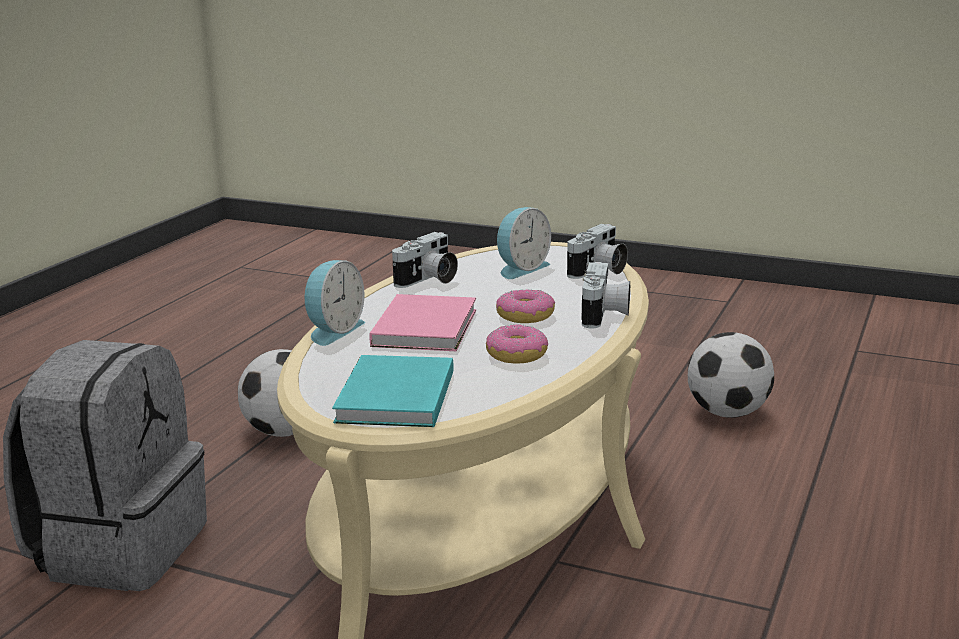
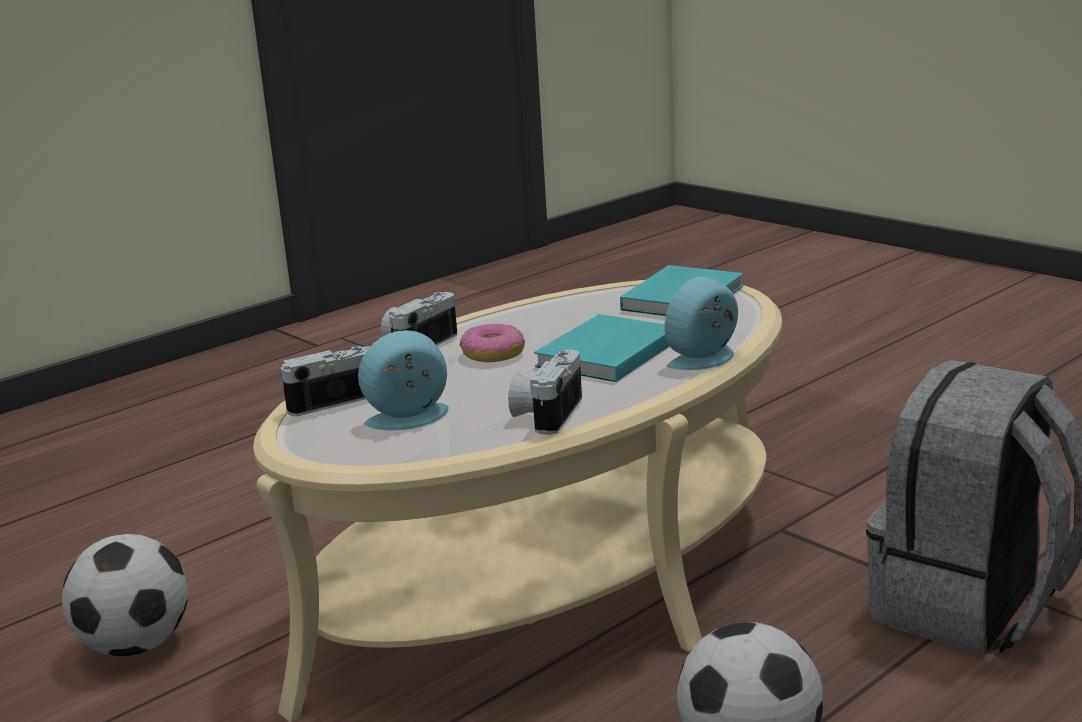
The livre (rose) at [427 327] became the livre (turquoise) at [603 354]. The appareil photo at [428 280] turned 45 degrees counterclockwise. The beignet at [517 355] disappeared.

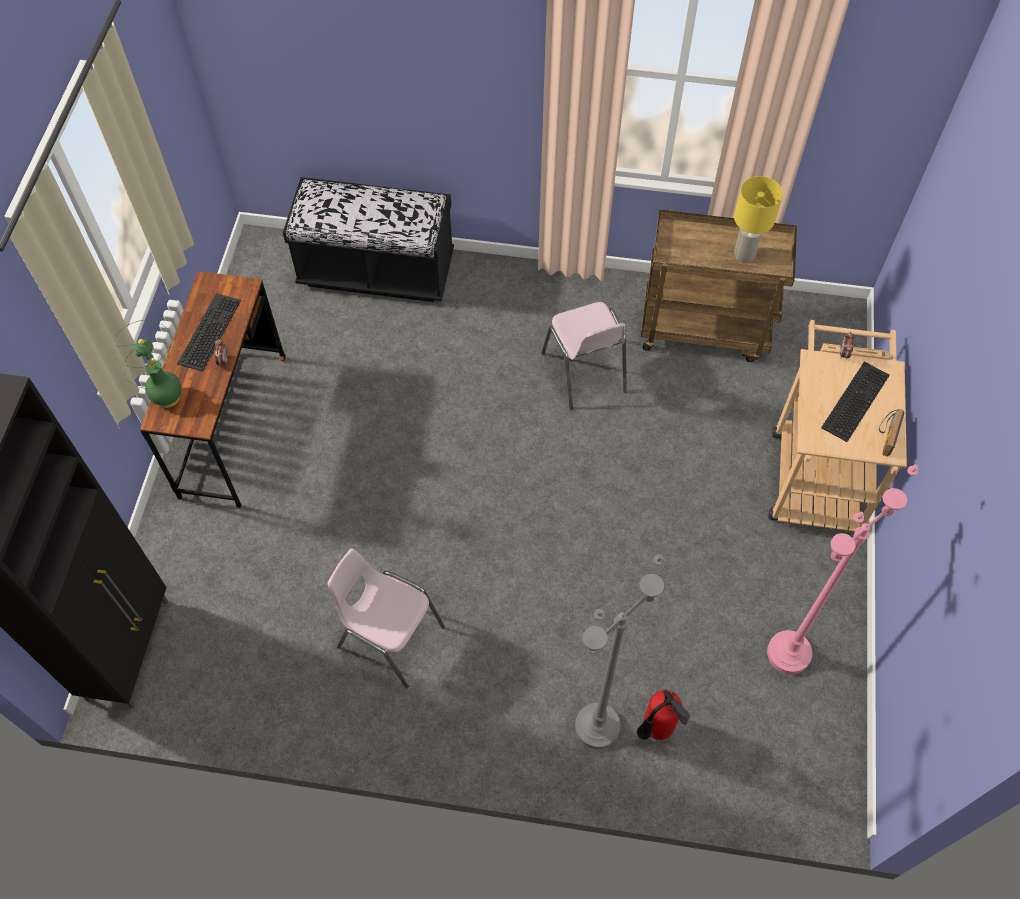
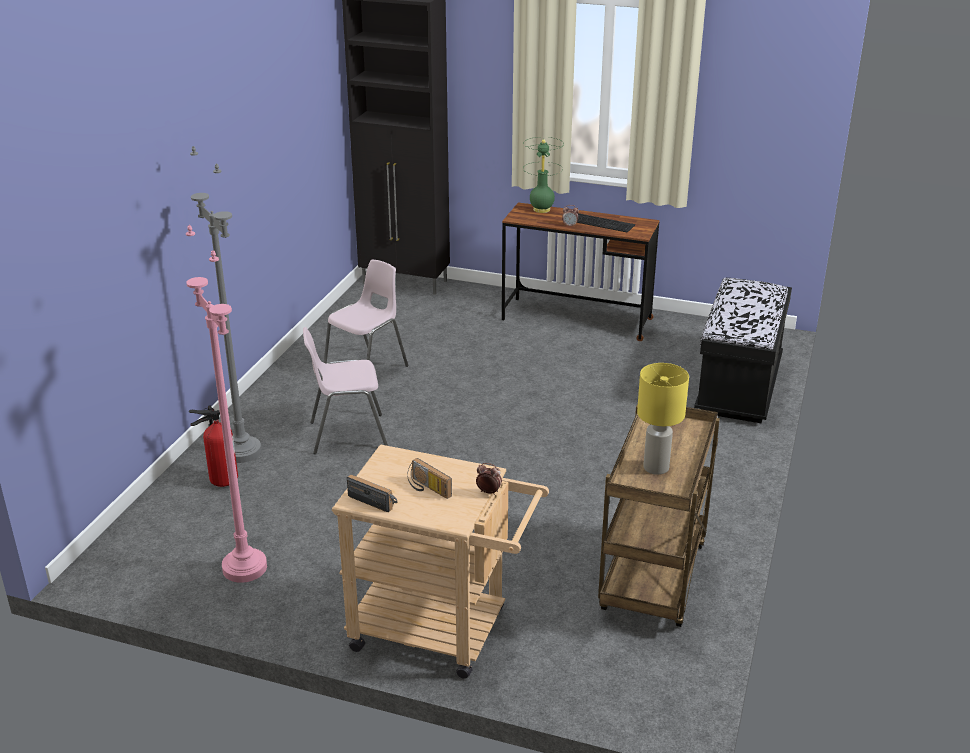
The chaise (rose) moved from [584 373] to [347 434]. The clavier at [854 399] was replaced by the radio at [427 488].

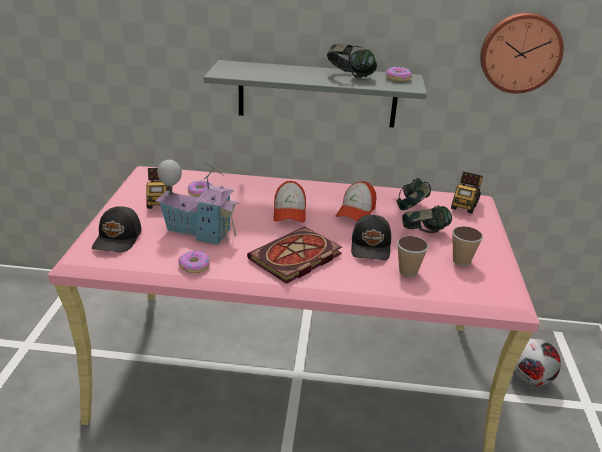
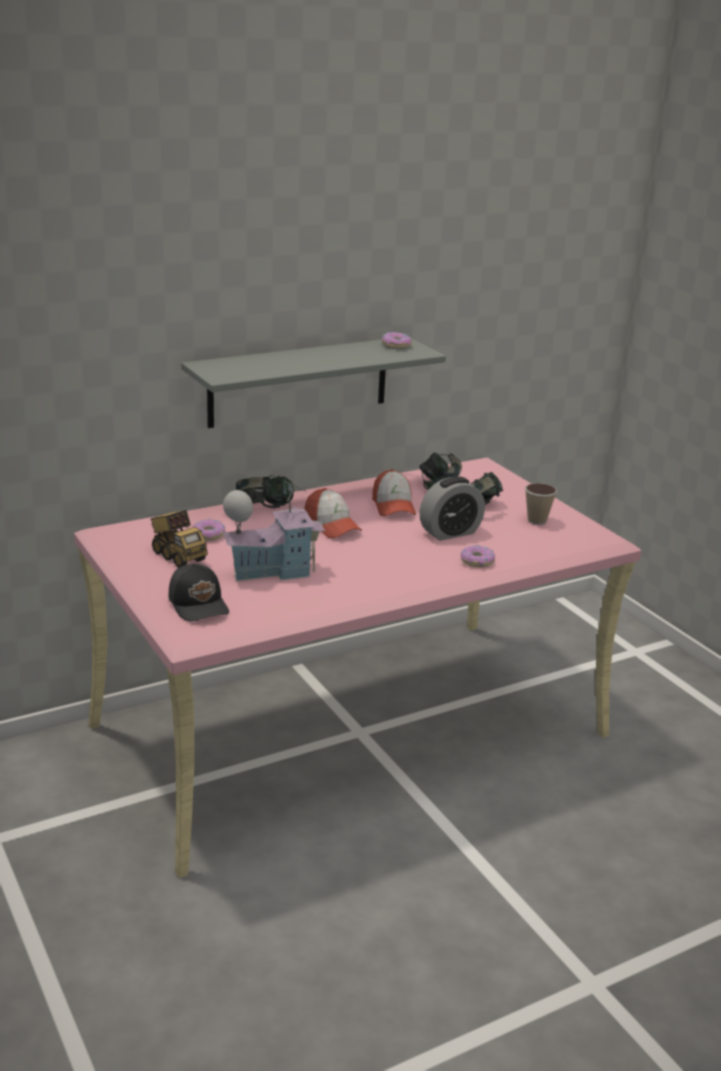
The beignet moved from [194 266] to [477 561]. The livre at [295 258] disappeared. The casque audio moved from [350 76] to [264 508]. The casquette (noir) at [371 246] was replaced by the réveil at [450 532]. The tasse at [408 272] disappeared. The camion jouet at [465 204] disappeared. The horloge murale at [520 52] disappeared. The ballon de foot at [529 380] disappeared.

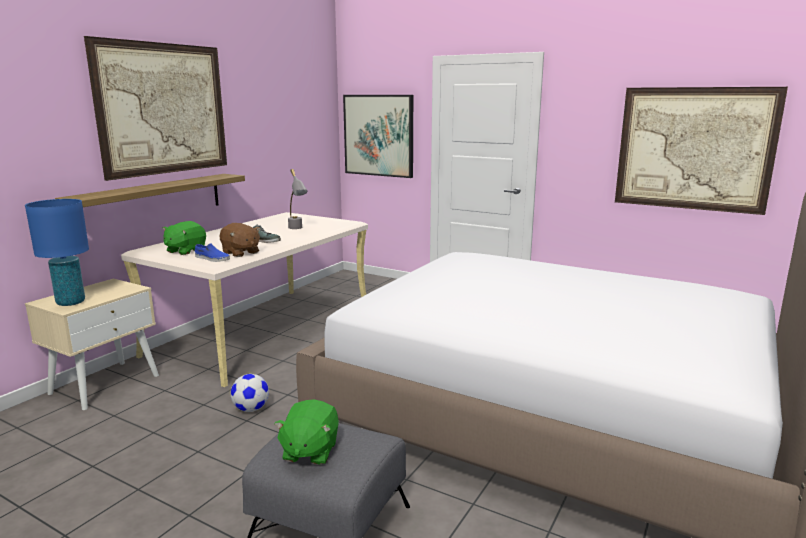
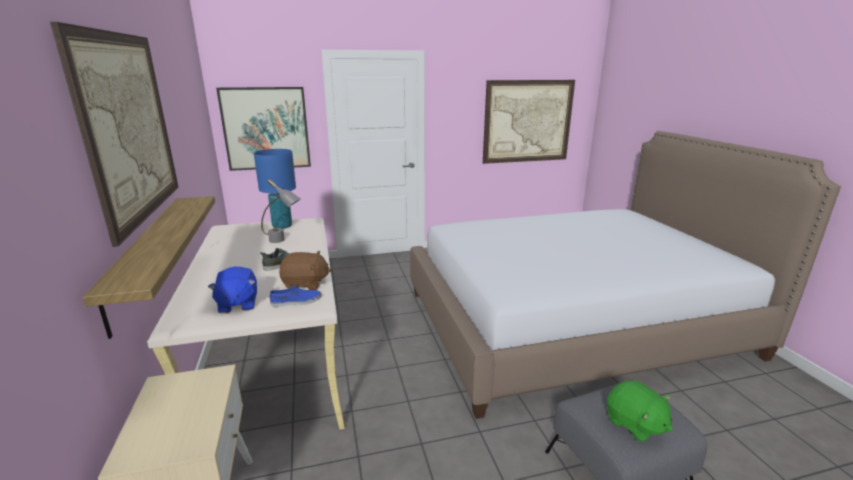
The lampe de table (bleu) moved from [71 302] to [282 226]. The peluche (vert) at [185 251] became the peluche (bleu) at [237 304]. The ballon de foot at [251 409] disappeared.

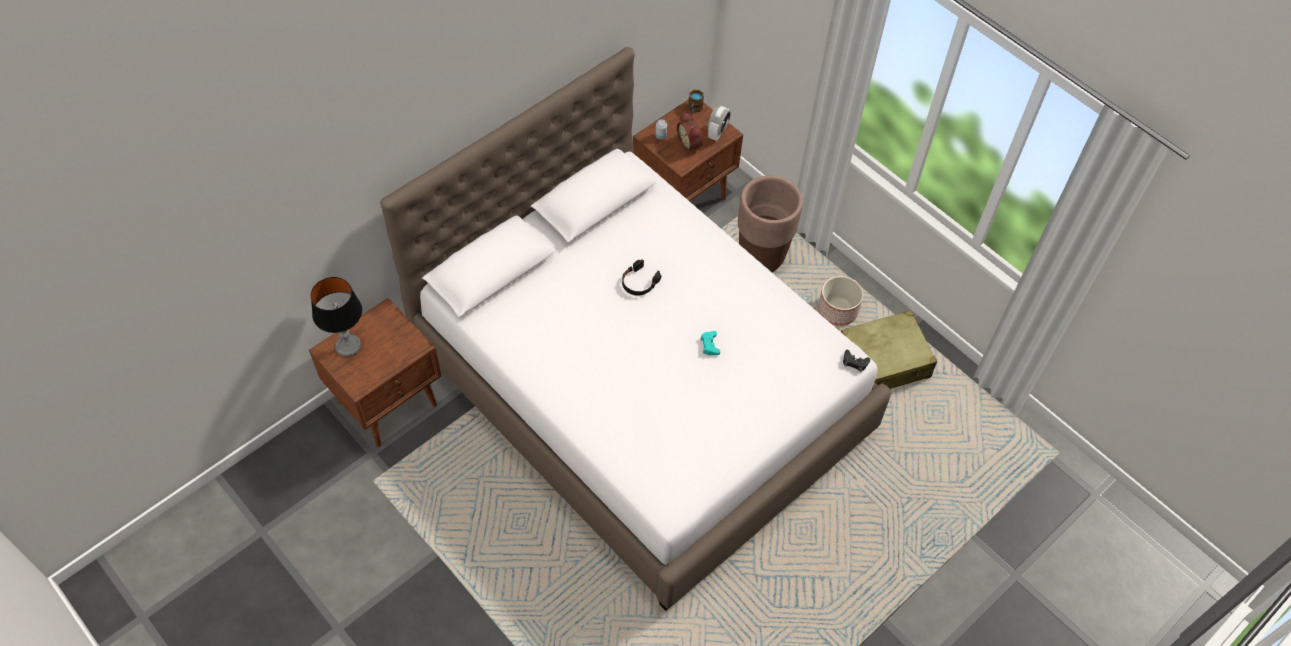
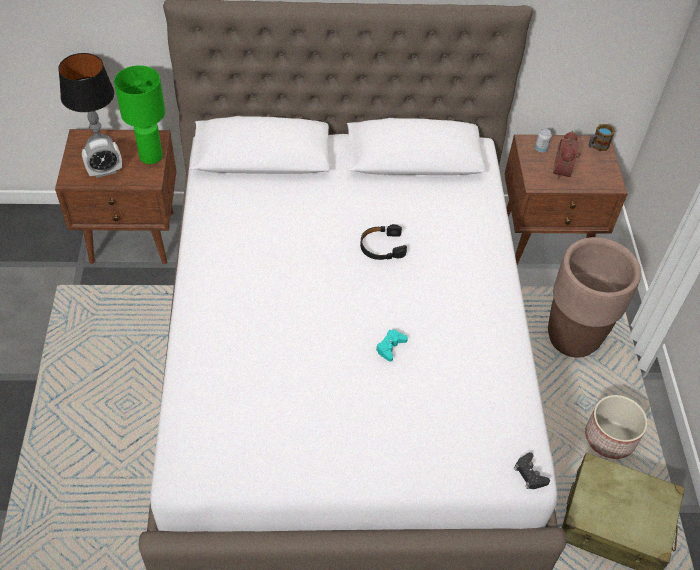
The réveil moved from [717 133] to [105 171]. The lampe de table (vert) at [151 157] appeared.

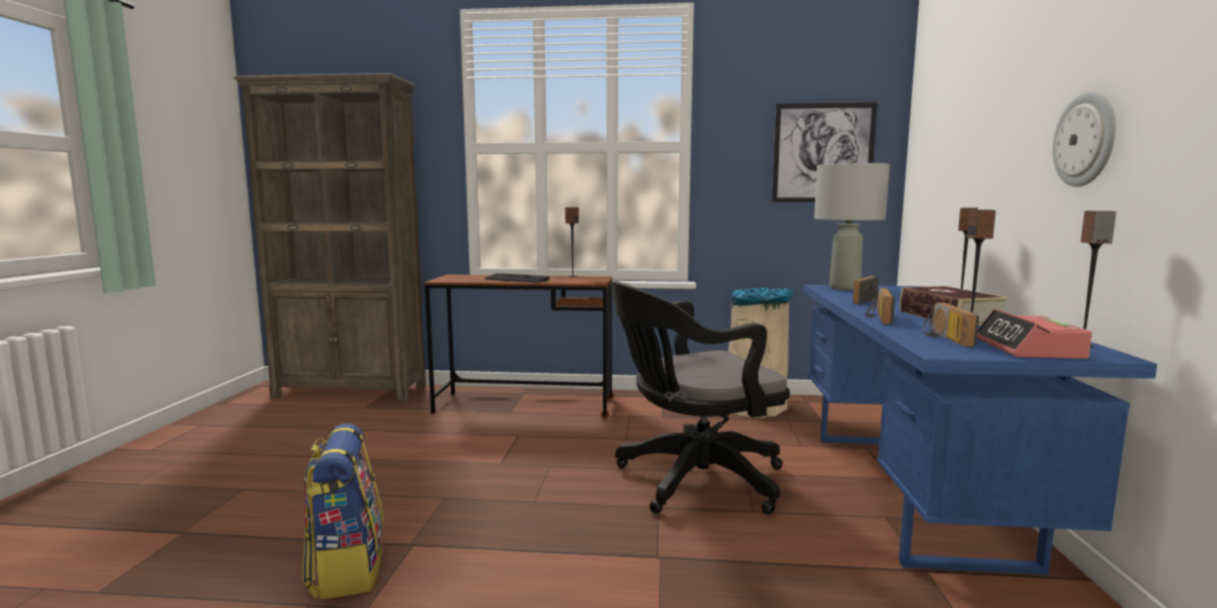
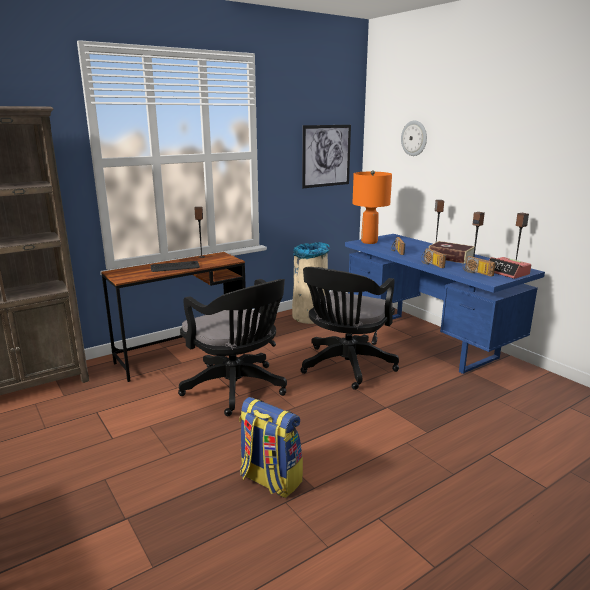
The lampe de table (gris) at [845 288] became the lampe de table (orange) at [369 242]. The horloge murale moved from [1085 140] to [414 138]. The chaise de bureau (noir) at [237 389] appeared.

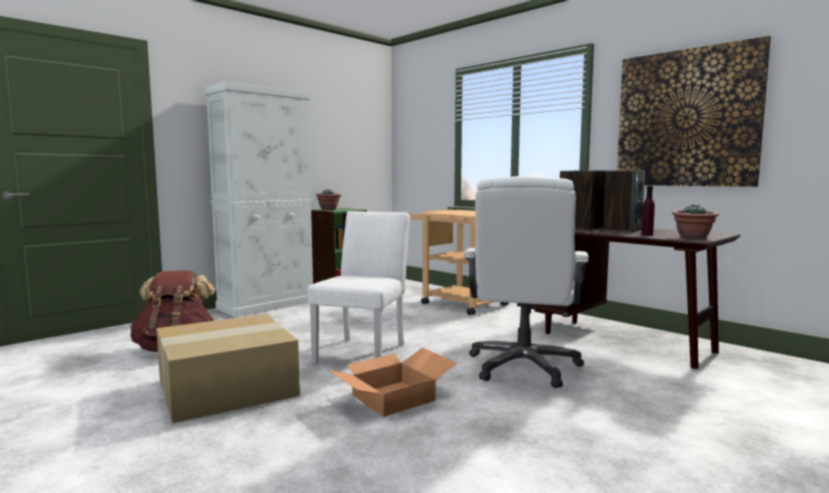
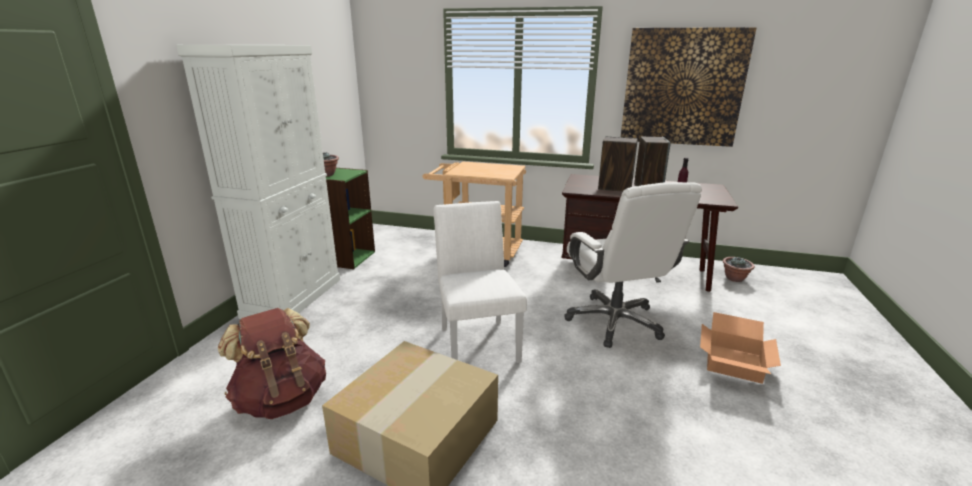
The carton moved from [393 397] to [732 361]. The plante en pot moved from [693 238] to [735 278].

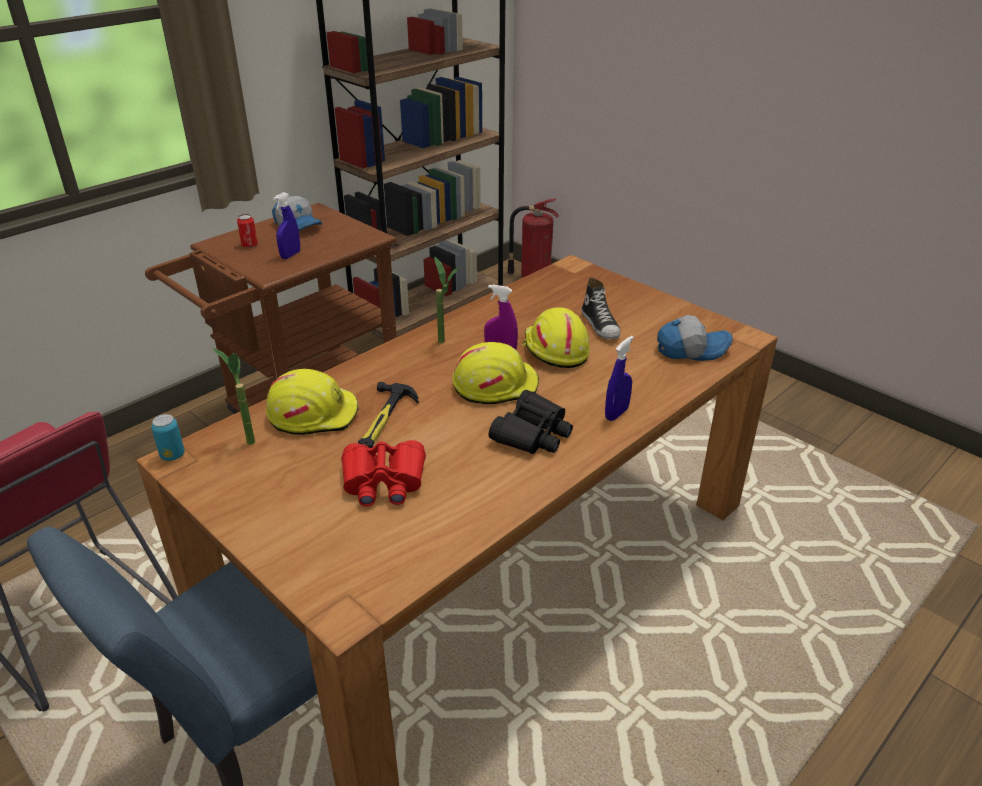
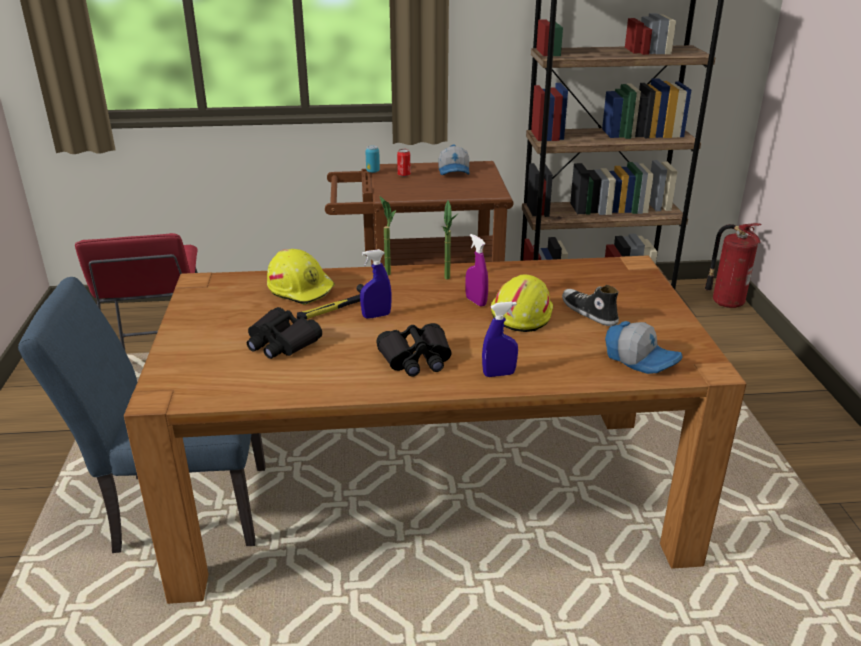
The boîte métallique moved from [172 455] to [373 171]. The plante en pot moved from [246 439] to [387 271]. The vaporisateur (bleu) moved from [290 255] to [376 316]. The jumelles (rouge) at [383 482] became the jumelles (noir) at [281 343]. The casque de chantier (jaune) at [495 385] disappeared. The chaussure at [600 325] turned 120 degrees clockwise.

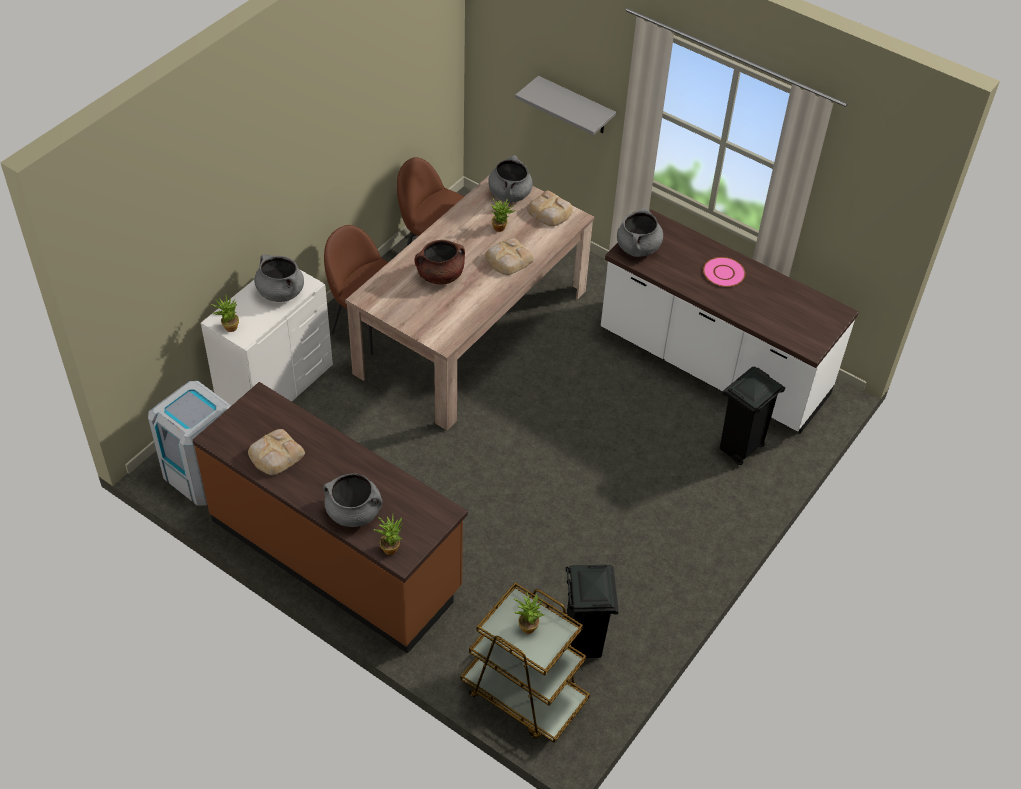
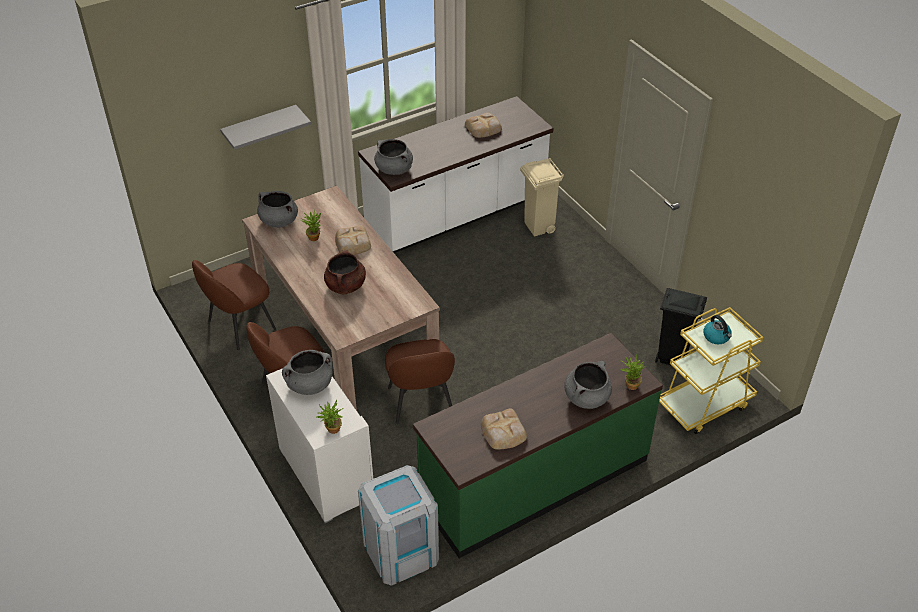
The comptoir de cuisine (marron) at [336 555] became the comptoir de cuisine (vert) at [533 479]. The chariot (marron) at [523 694] became the chariot (jaune) at [704 404]. The plante en pot at [527 624] was replaced by the bouilloire at [716 337]. The pain moved from [550 212] to [484 128]. The assiette (rose) at [724 273] disappeared. The poubelle (noir) at [739 449] became the poubelle (beige) at [539 227]. The chaise (marron) at [421 402] appeared.

